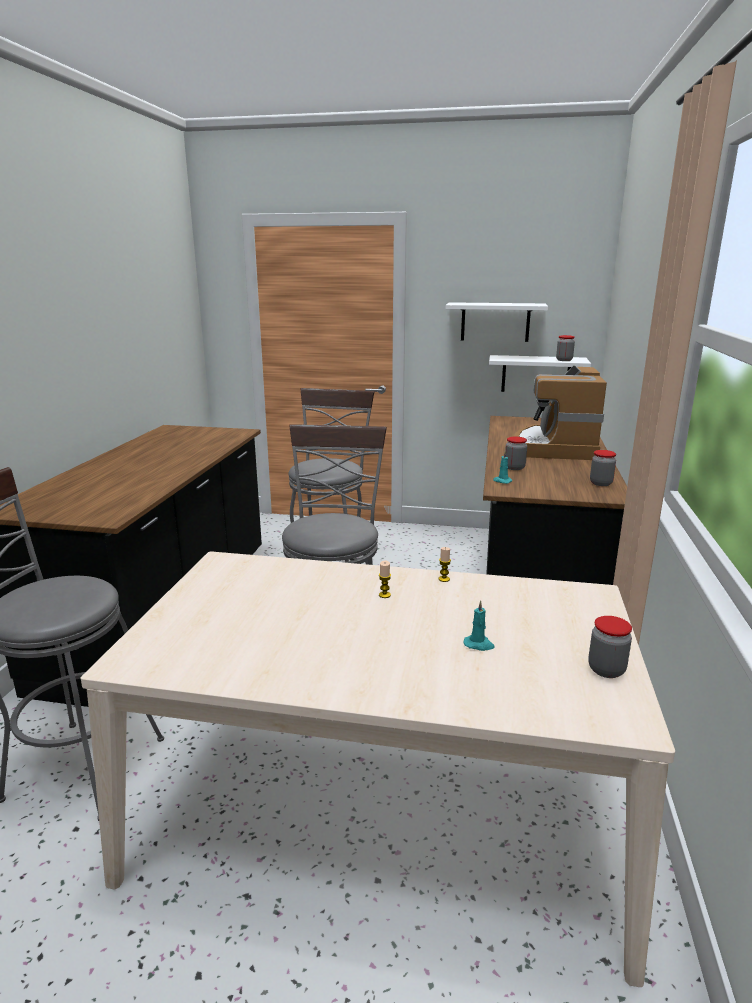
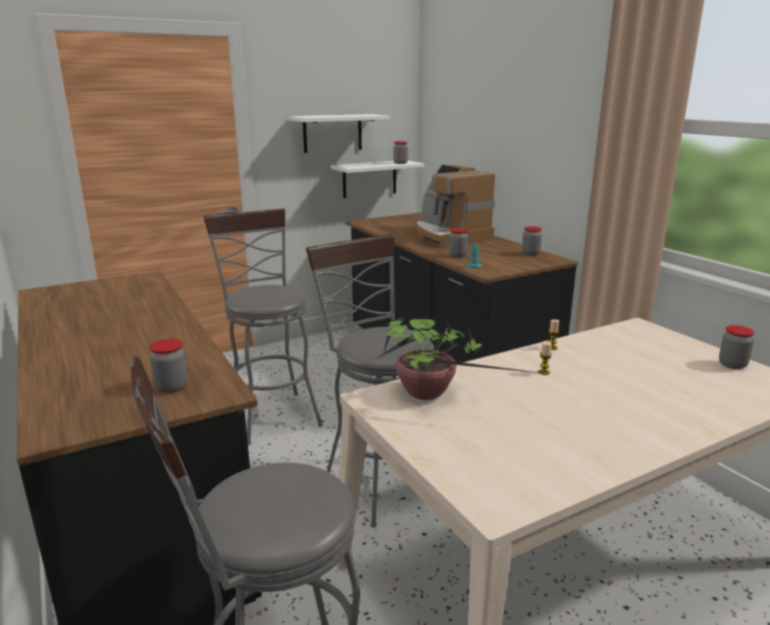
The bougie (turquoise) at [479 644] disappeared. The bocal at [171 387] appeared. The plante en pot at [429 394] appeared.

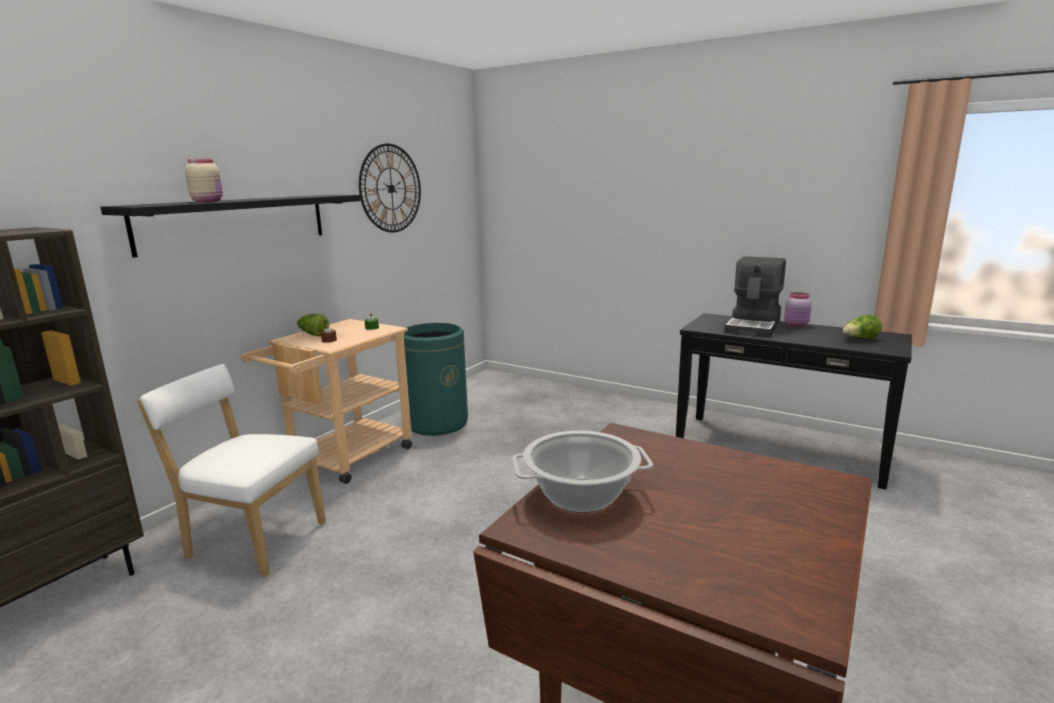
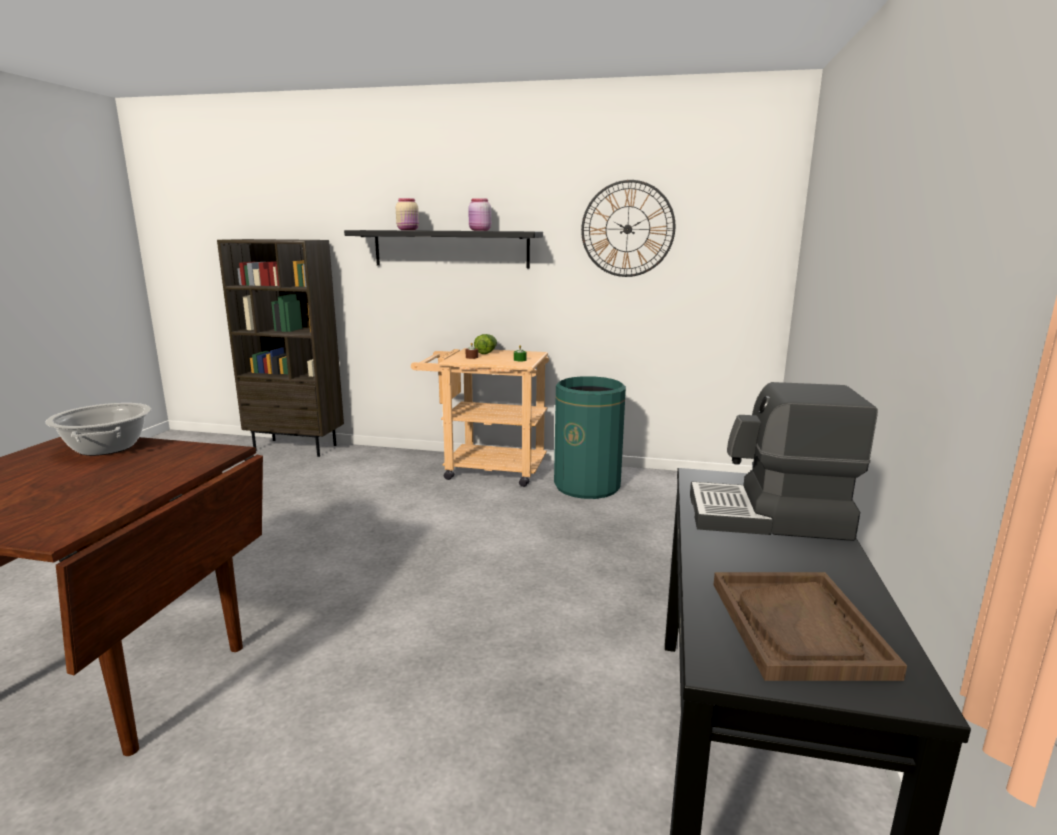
The chaise (blanc) at [252 539] disappeared. The bocal (rose) moved from [796 325] to [479 230]. The laitue at [860 338] was replaced by the plateau (marron) at [798 627].

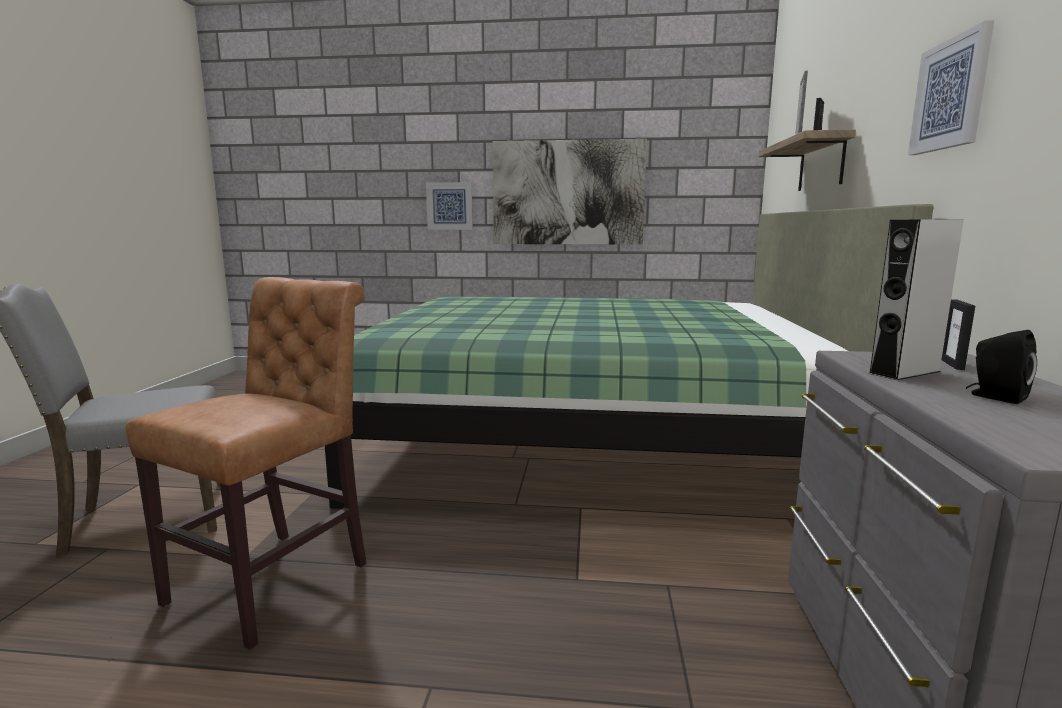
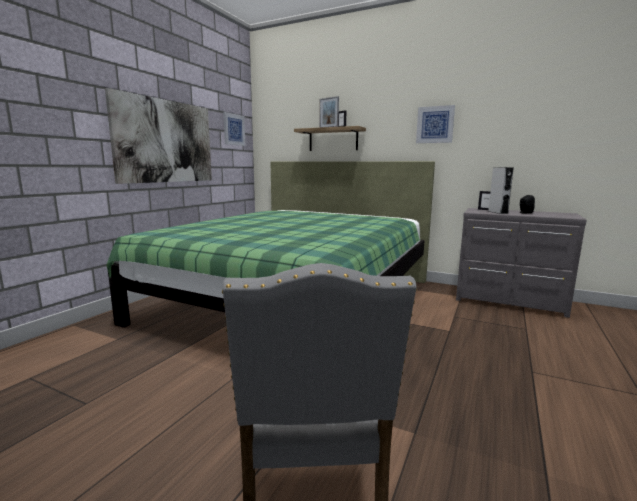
The chaise (marron) at [278 579] disappeared. The tableau moved from [449 206] to [233 129].

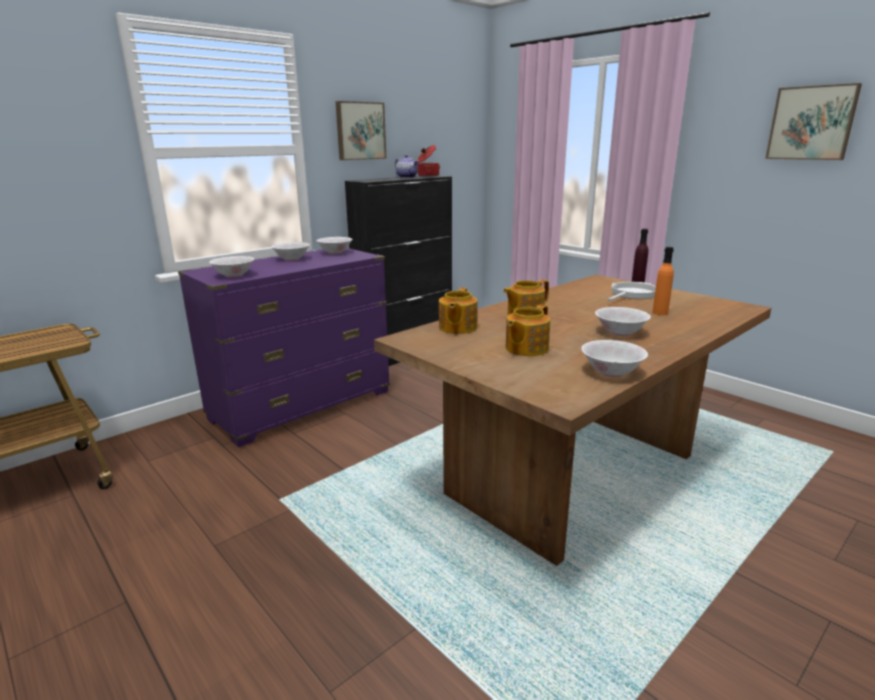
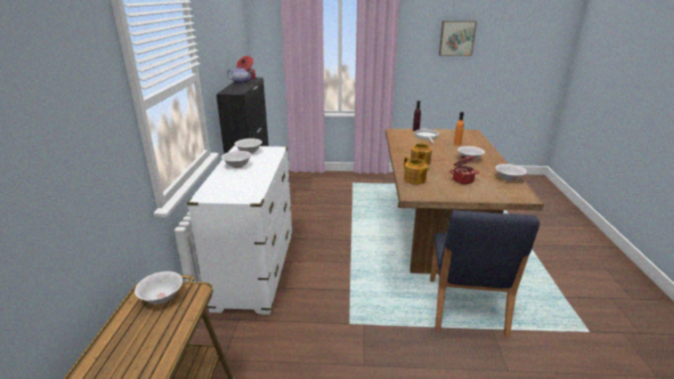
The commode (violet) at [302 406] became the commode (blanc) at [255 270]. The bol (blanc) moved from [234 275] to [162 297]. The tableau at [360 131] disappeared. The théière at [525 348] was replaced by the marmite at [463 180]. The chaise (bleu) at [465 307] appeared.

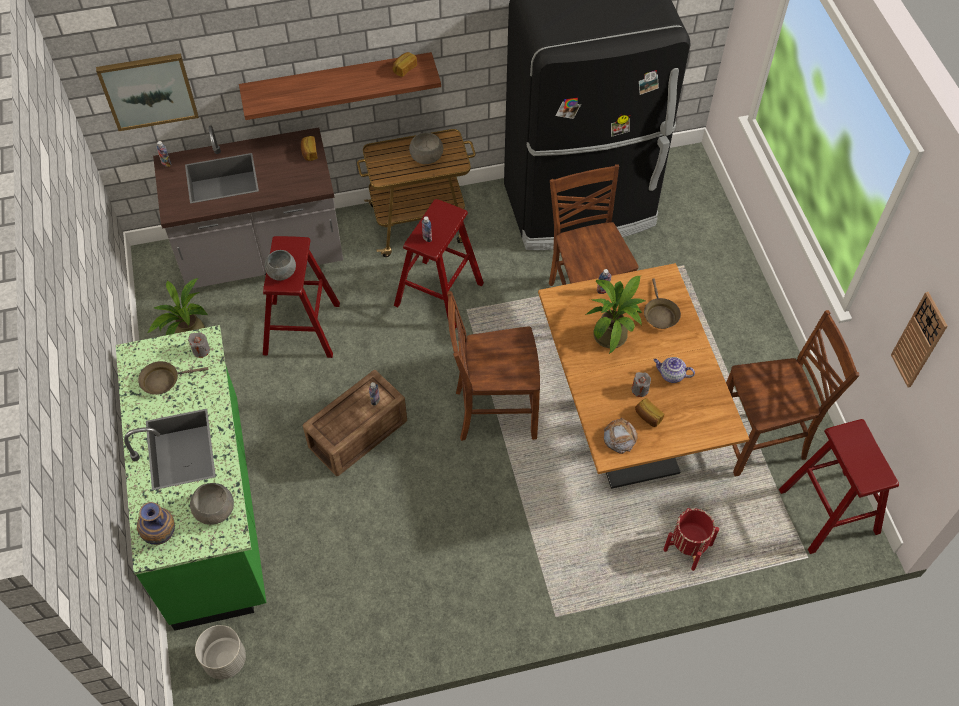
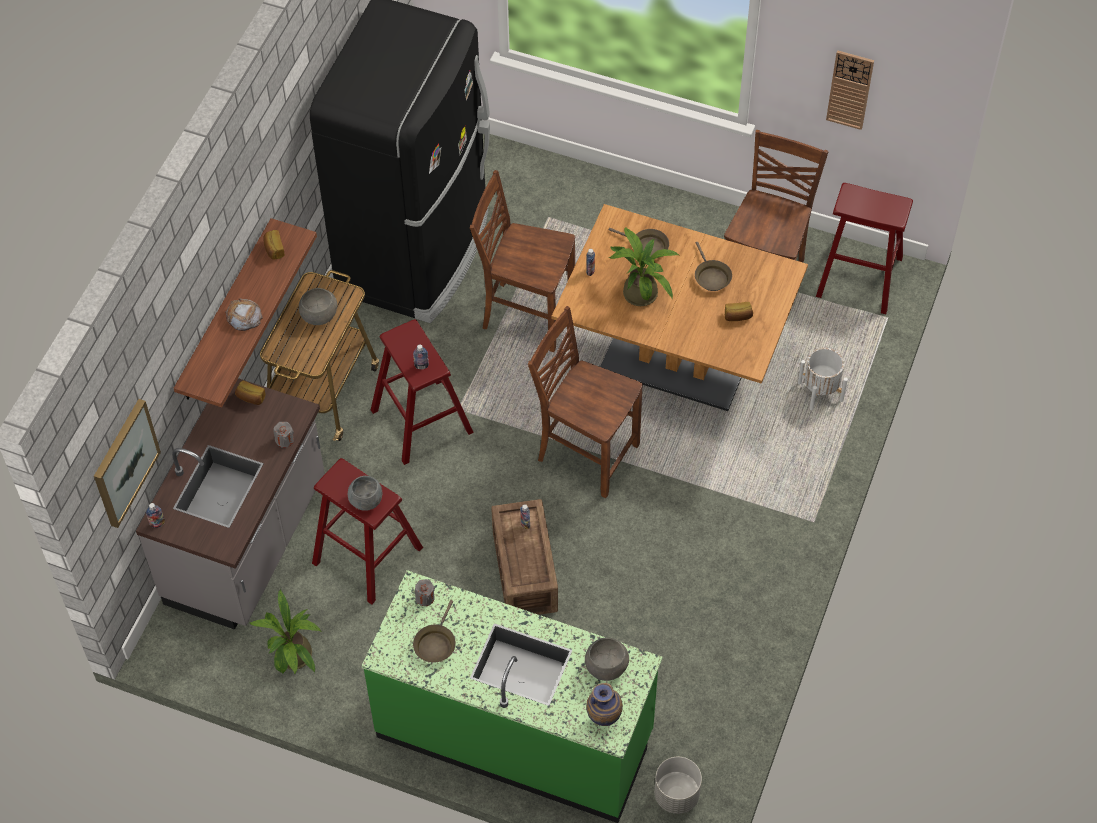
The chaise (marron) at [493 412] turned 90 degrees clockwise. The pain moved from [619 437] to [243 317]. The bougie (gris) moved from [640 390] to [284 440]. The théière at [671 375] was replaced by the poêle (marron) at [711 277]. The cache-pot (rouge) at [688 547] became the cache-pot (blanc) at [820 391].

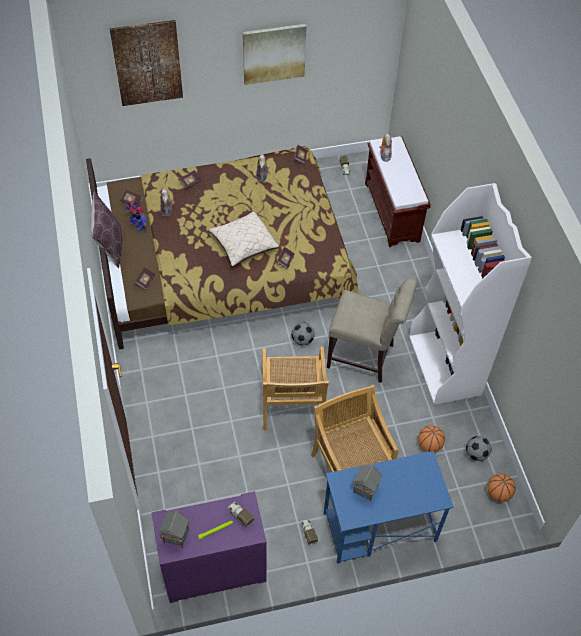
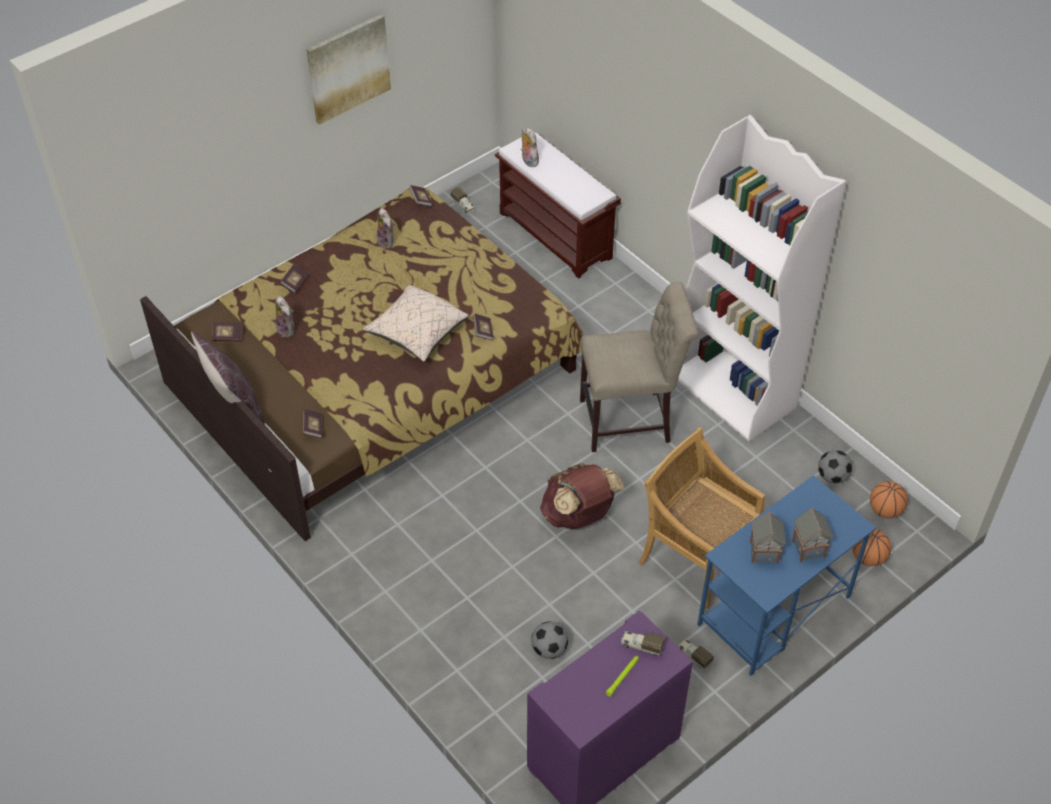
The tableau at [147 63] disappeared. The robot jouet at [138 225] disappeared. The maison miniature moved from [176 535] to [808 548]. The chaise (beige) at [292 406] was replaced by the sac à dos (marron) at [578 515]. The ballon de foot moved from [302 340] to [549 649]. The ballon de basket moved from [429 445] to [868 558].

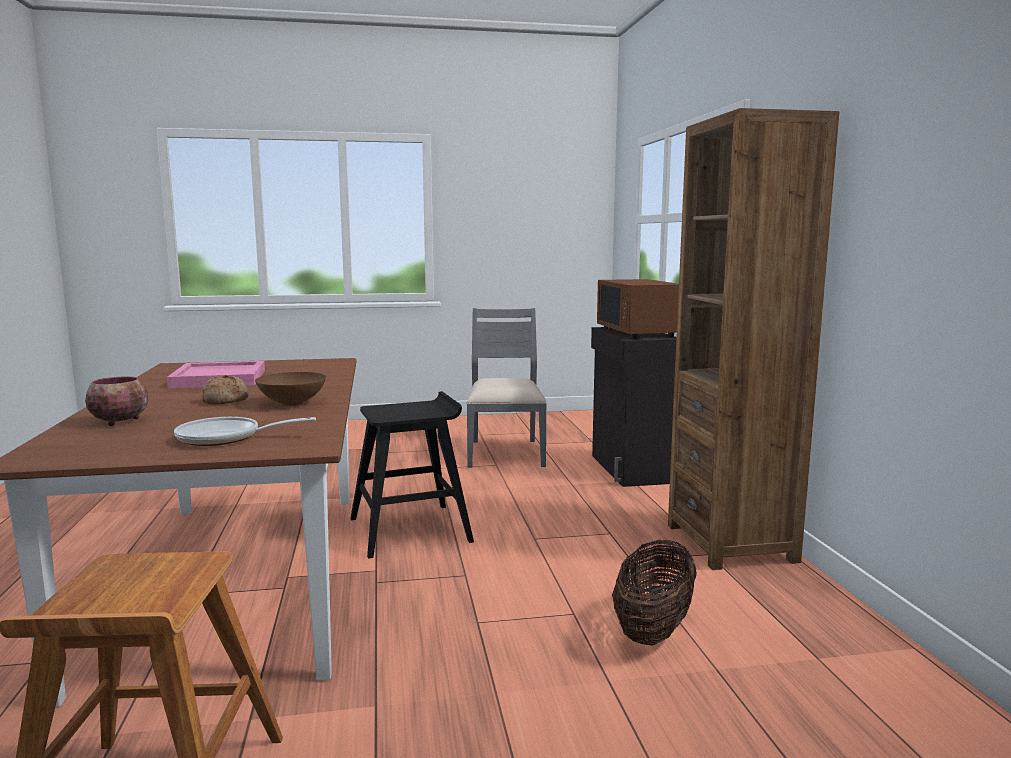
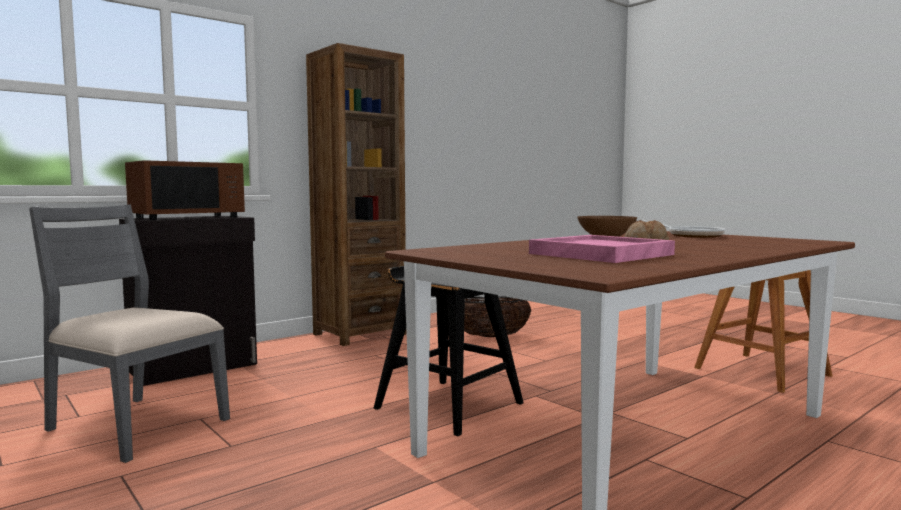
The bol at [121 421] disappeared. The chaise (gris) at [505 453] turned 60 degrees clockwise.

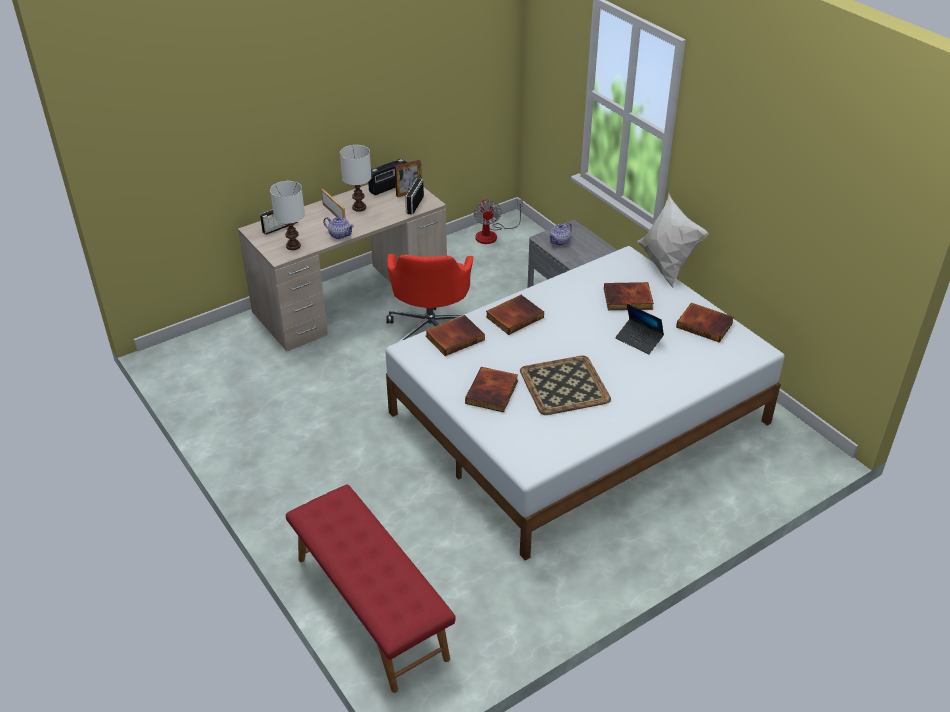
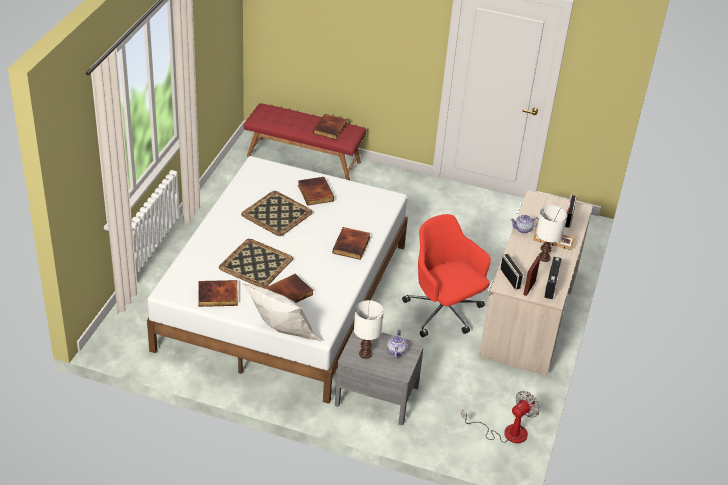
The lampe de table (blanc) moved from [293 245] to [366 354]. The livre moved from [454 337] to [331 129]. The ventilateur at [492 234] turned 90 degrees clockwise. The ordinateur portable at [639 340] was replaced by the plateau at [255 263].

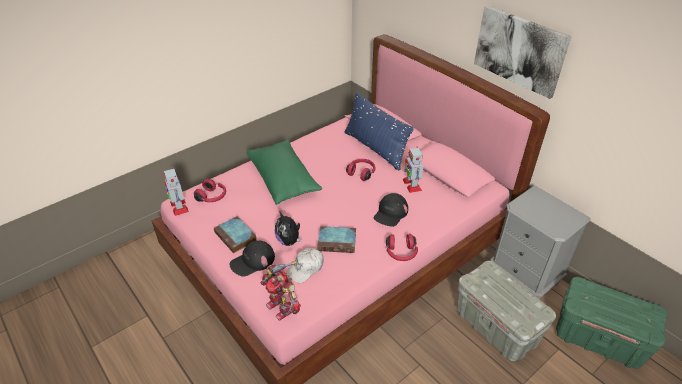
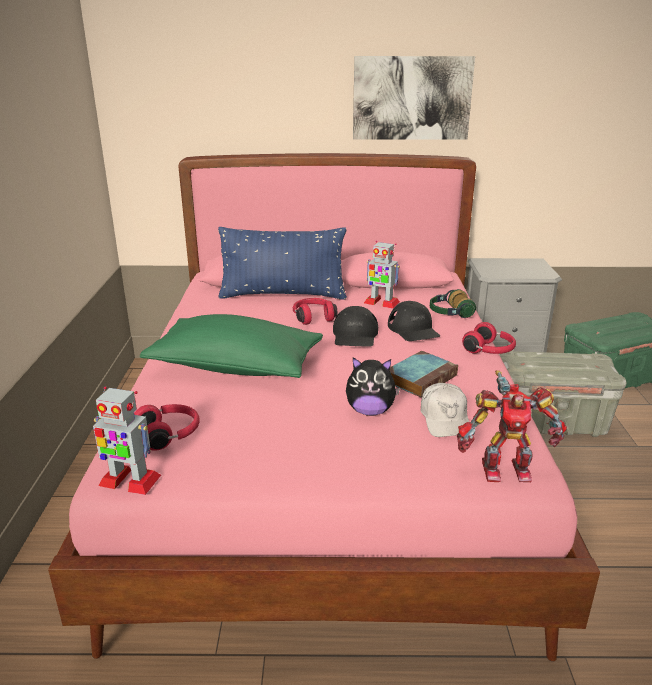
The livre at [236 237] disappeared. The casquette (noir) moved from [252 261] to [355 335]. The casque audio at [450 314] appeared.

